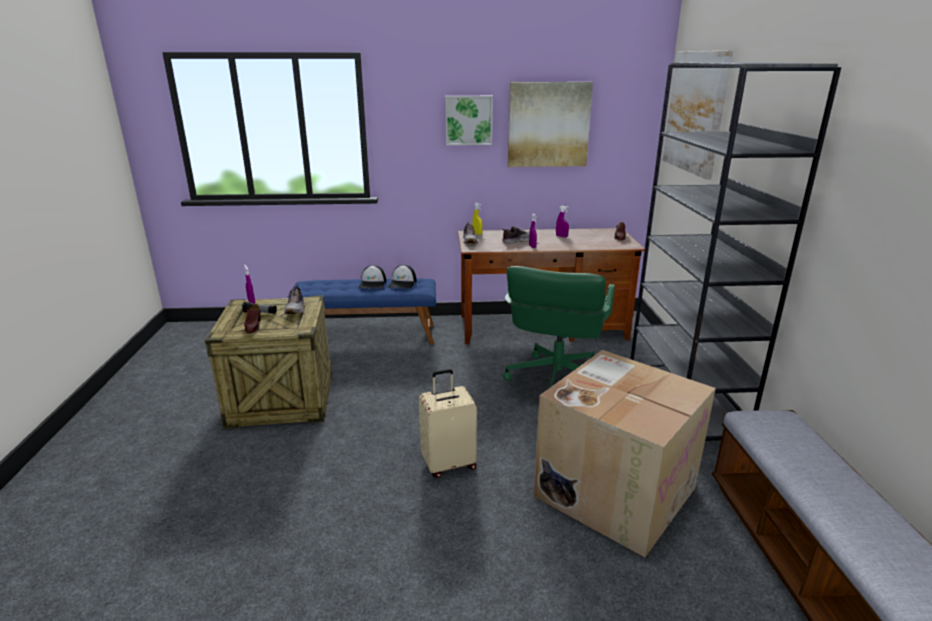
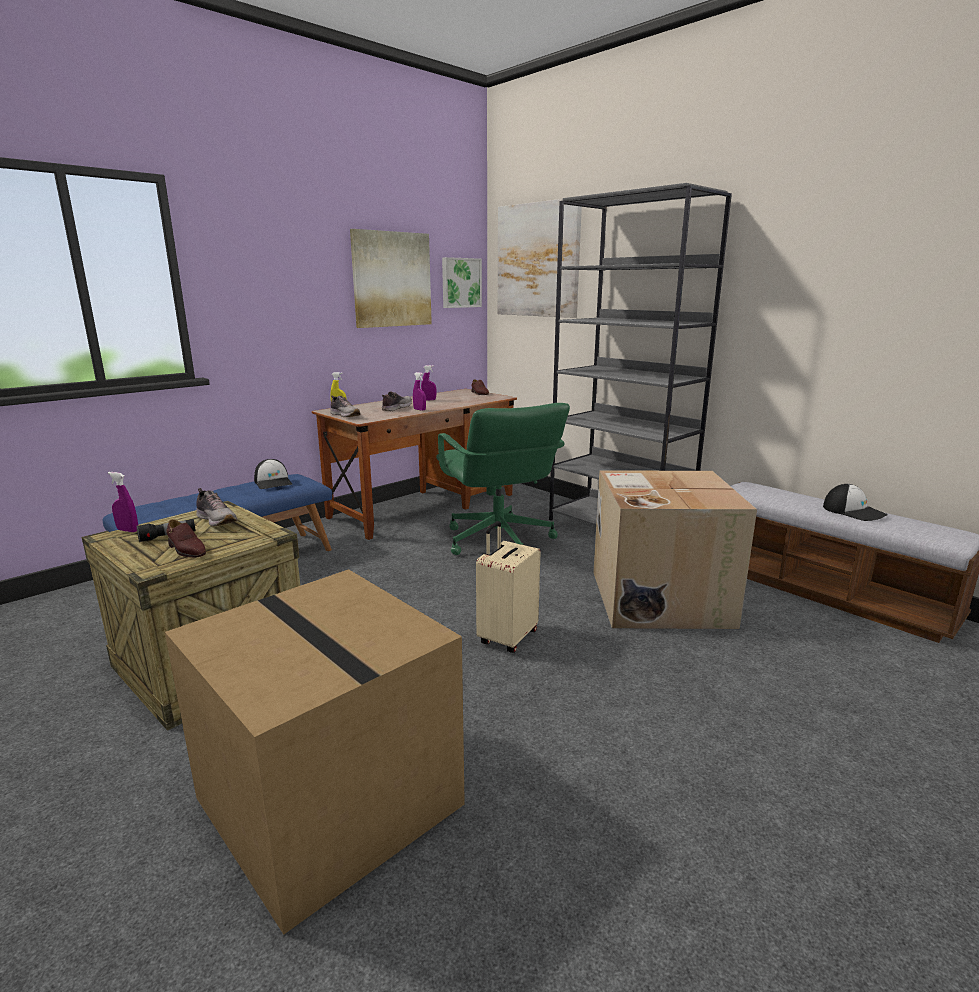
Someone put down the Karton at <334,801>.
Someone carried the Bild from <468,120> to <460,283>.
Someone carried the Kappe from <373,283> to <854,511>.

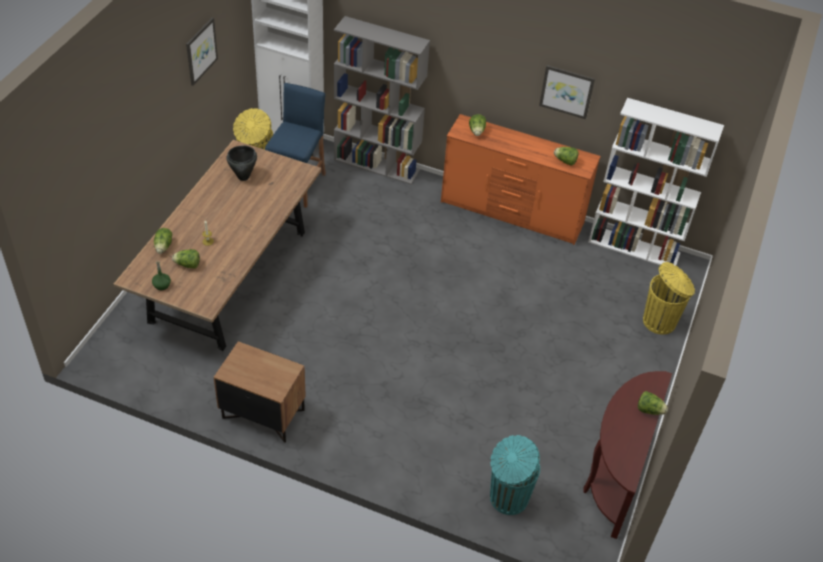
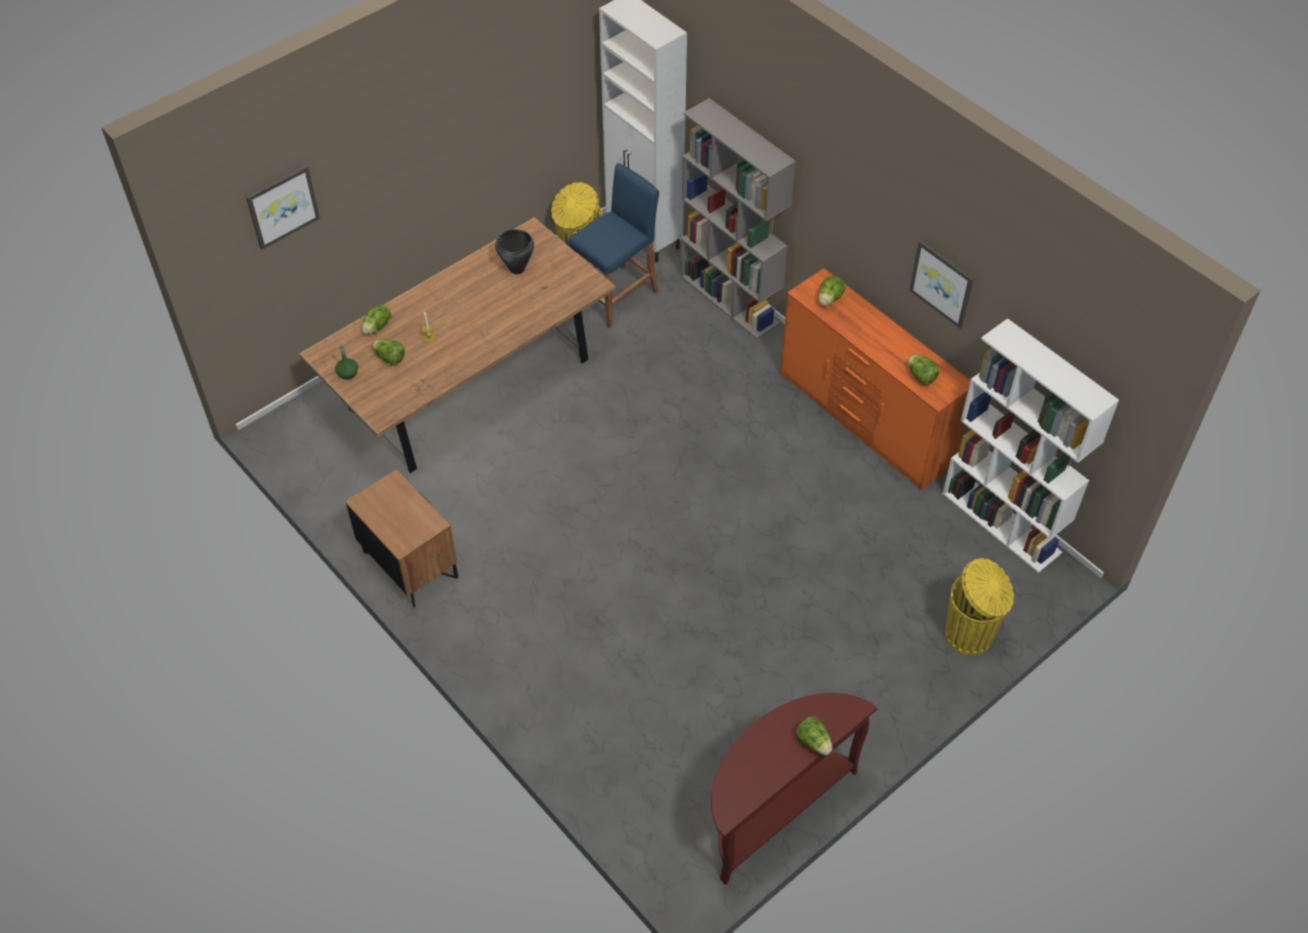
Someone carried the Bild from <201,51> to <282,206>.
Someone took away the Mülleimer/türkis at <507,498>.

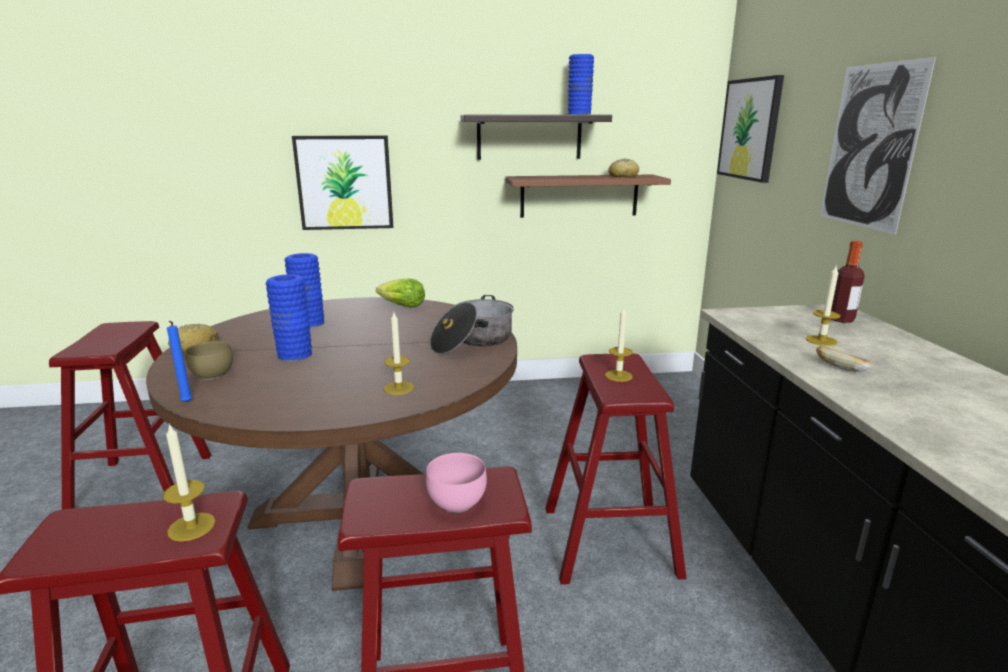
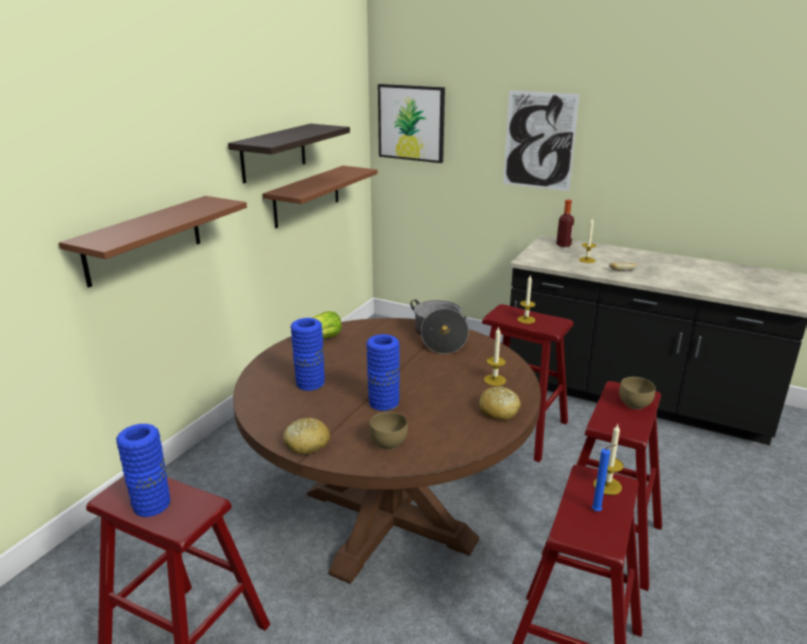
Someone swapped the Bild at <344,183> for the Wandregal/braun at <144,240>.
Someone carried the Vase/blau from <579,114> to <151,504>.
Someone carried the Brot from <623,176> to <499,411>.
Someone carried the Kerze/blau from <186,403> to <598,511>.
Someone repainted the Schüssel/rosa at <459,503>, which became the Schüssel/braun at <634,404>.

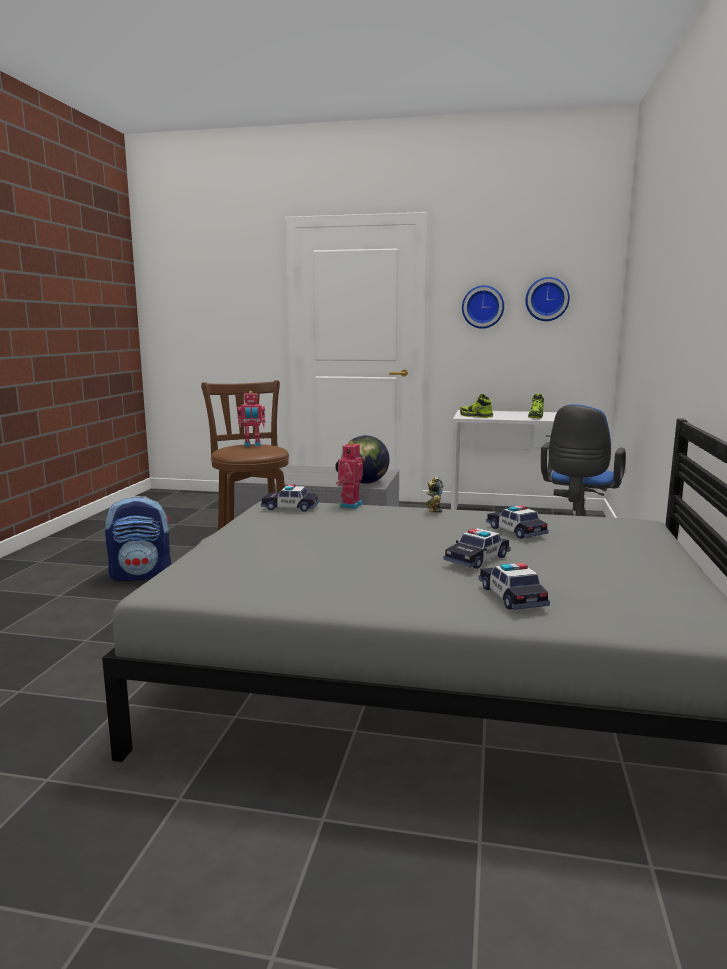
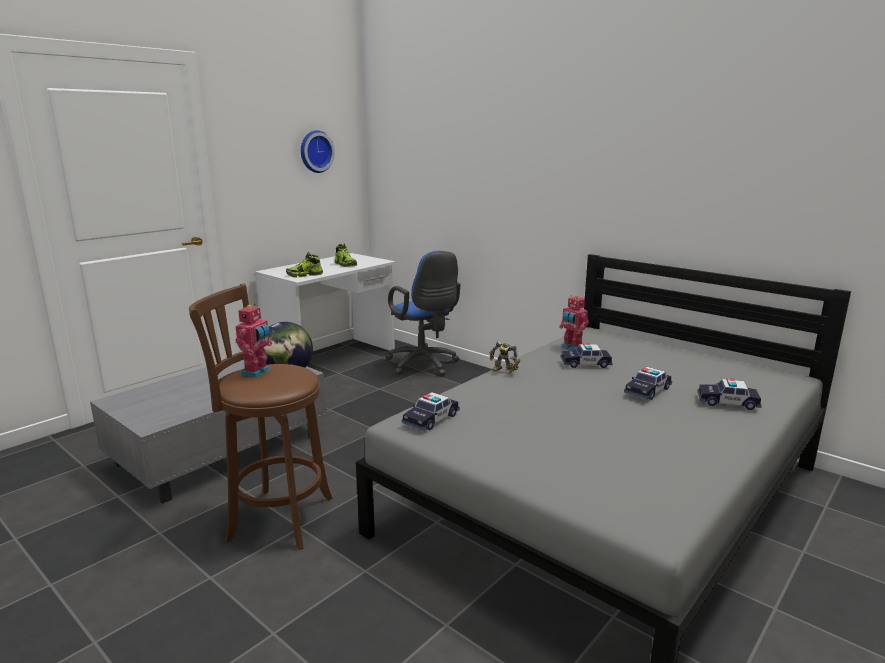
Someone carried the Spielzeugroboter from <349,505> to <572,348>.
Someone rotated the Spielzeugauto at <477,559> by 60 degrees clockwise.
Someone took away the Rucksack at <142,575>.
Someone took away the Wanduhr at <483,307>.

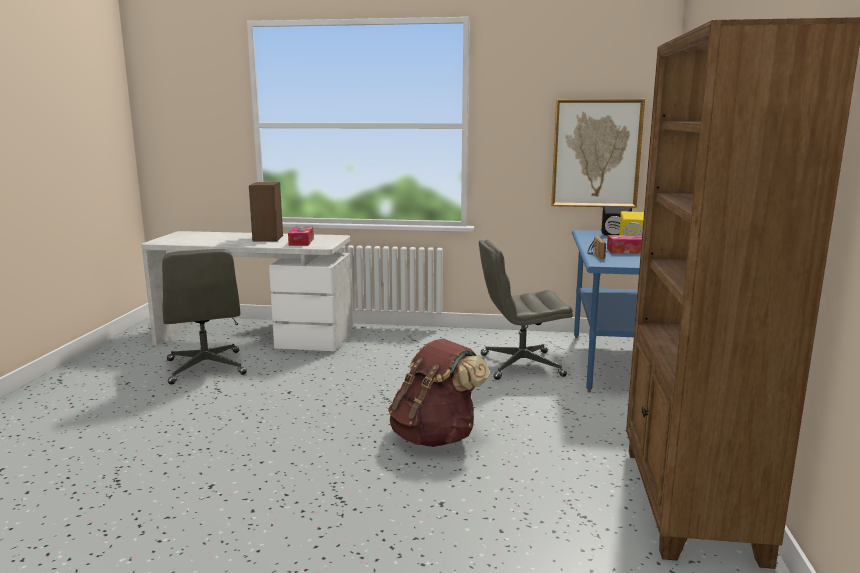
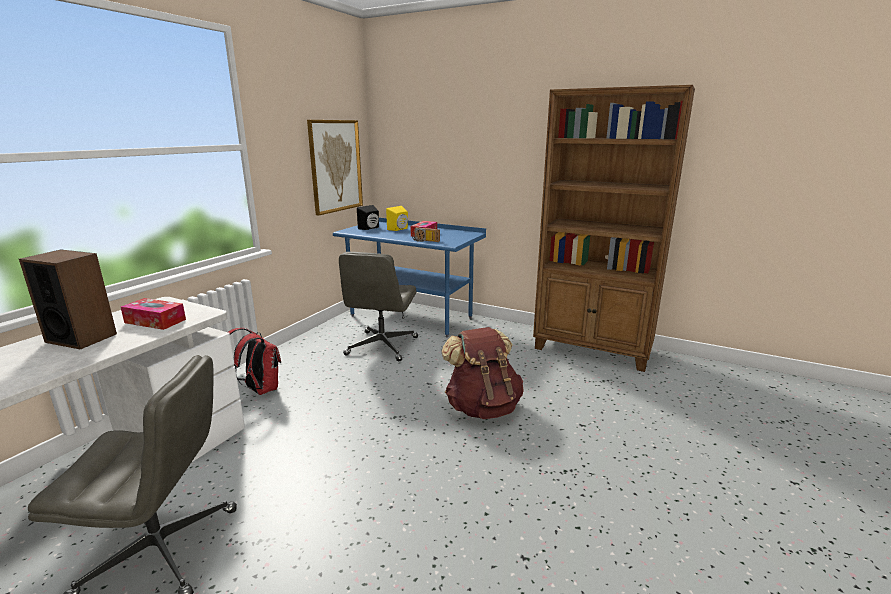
Someone put down the Rucksack/rot at <259,389>.

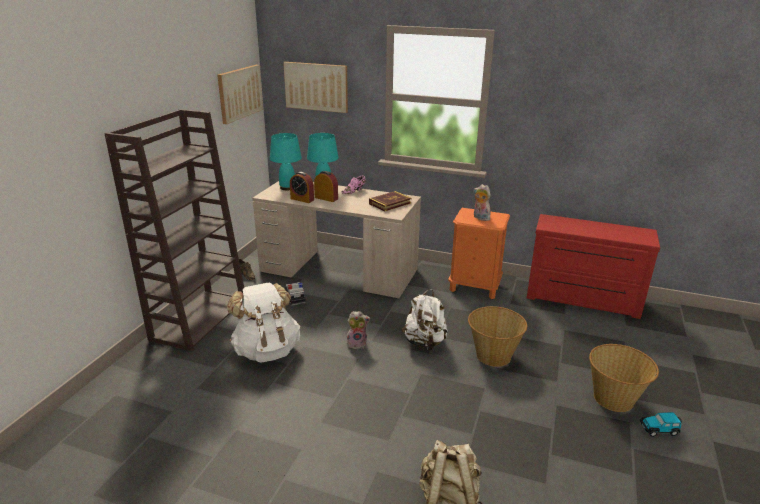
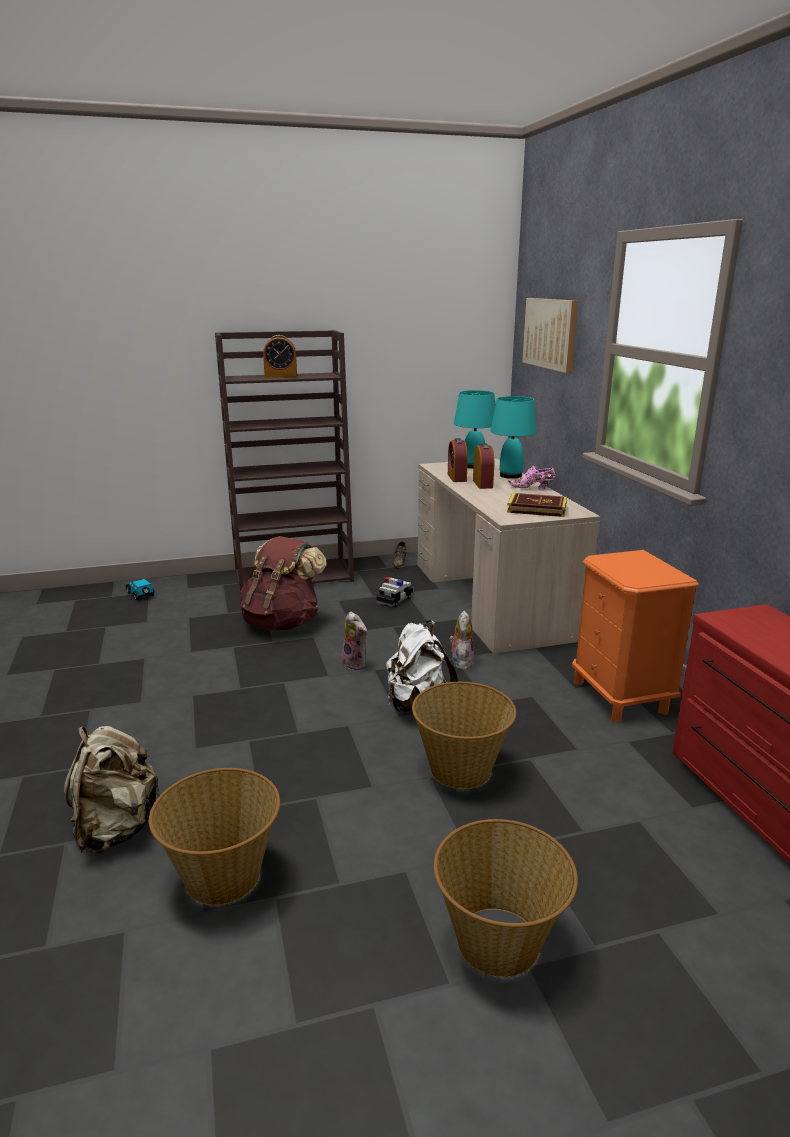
Someone carried the Spielzeugauto from <659,429> to <140,594>.
Someone put down the Korb at <223,877>.
Someone repainted the Rucksack/weiß at <267,350>, which became the Rucksack/braun at <282,623>.
Someone put down the Wecker at <281,376>.
Someone carried the Plüschtier from <480,218> to <461,662>.
Someone took away the Bild at <239,93>.

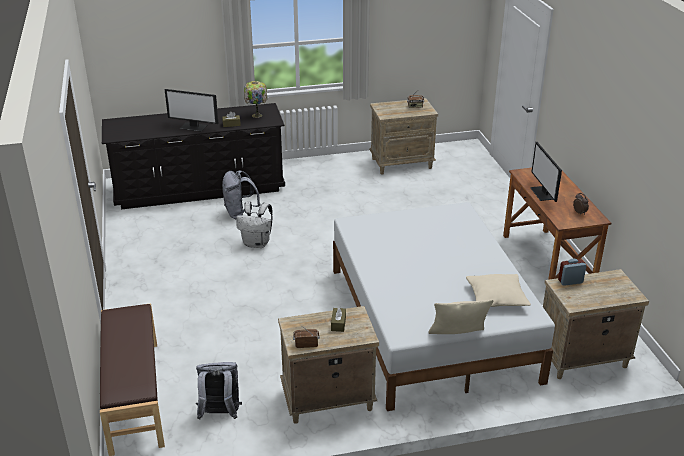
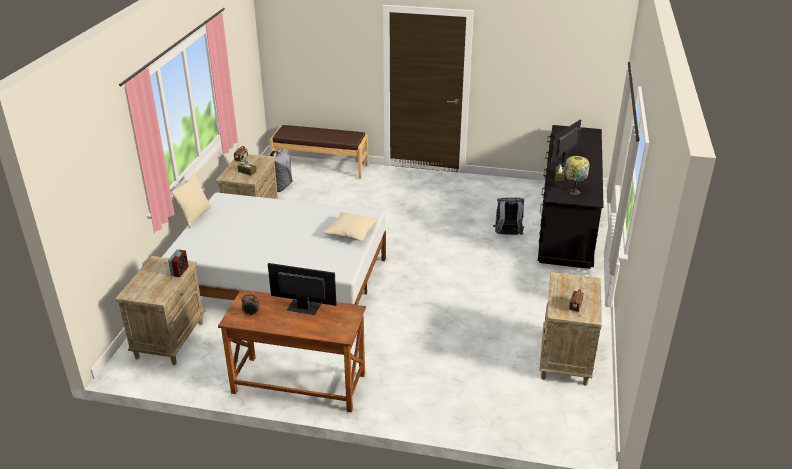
Someone carried the Kissen/beige from <496,298> to <351,232>.
Someone took away the Rucksack/weiß at <257,243>.

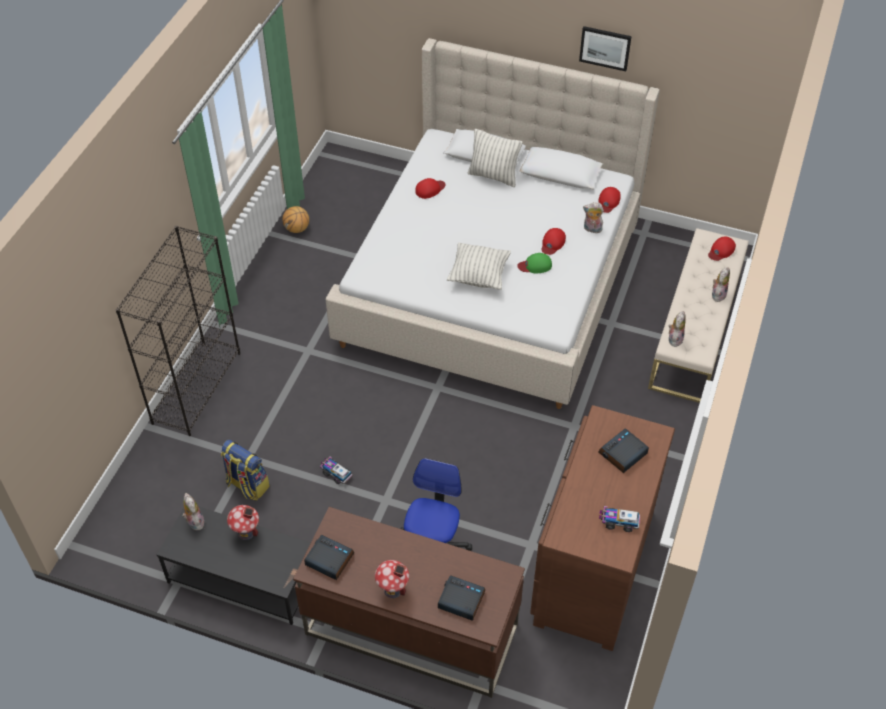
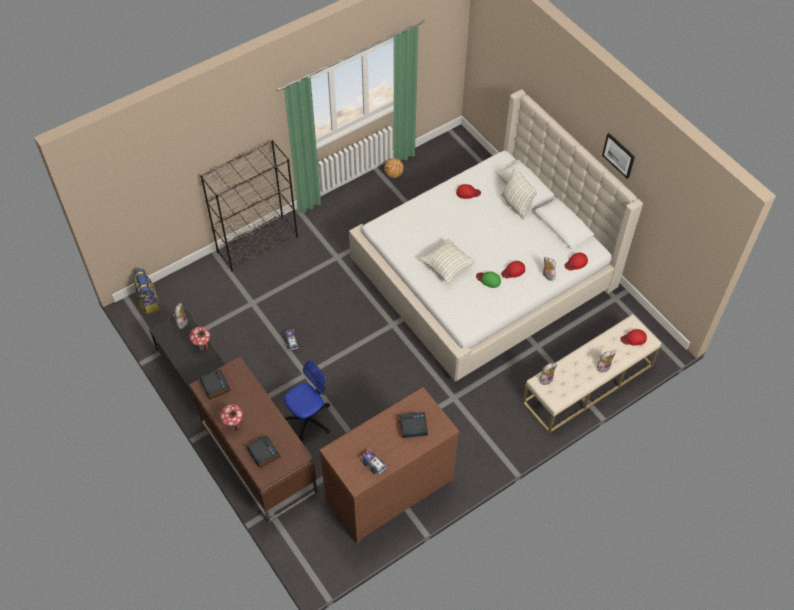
Someone carried the Rucksack from <247,485> to <148,302>.

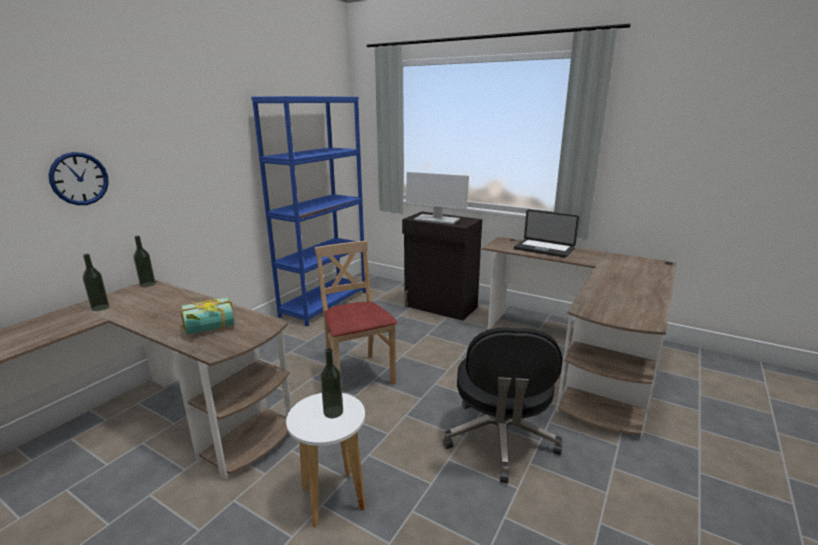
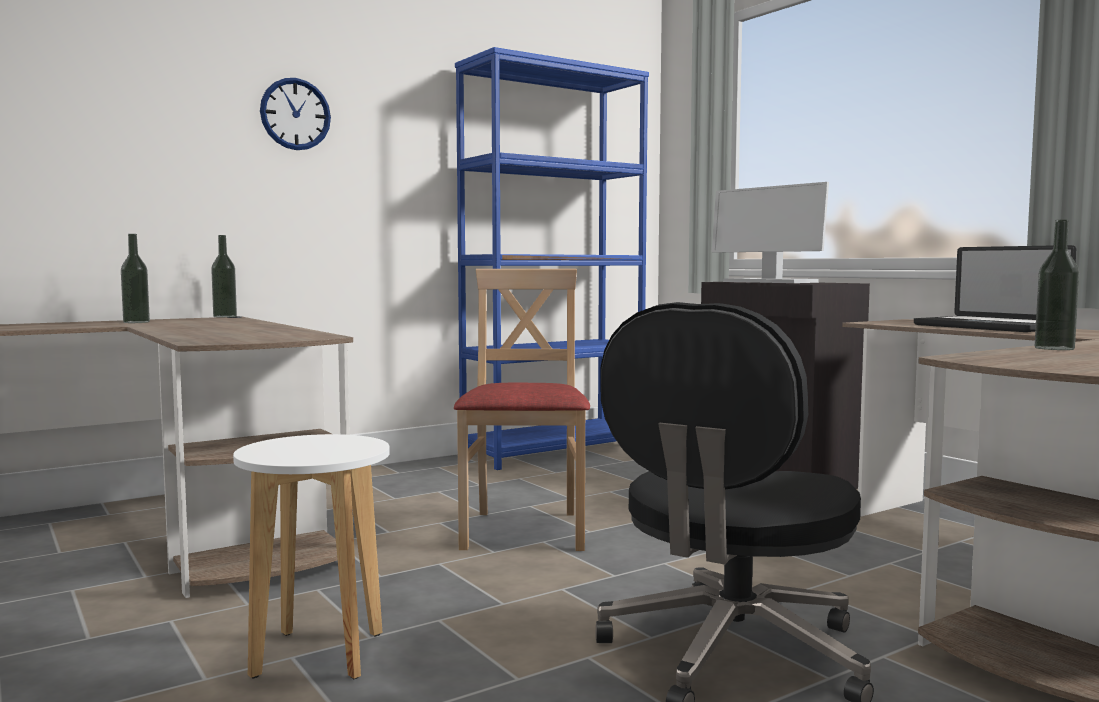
Someone carried the Wanduhr from <79,179> to <295,114>.
Someone carried the Flasche from <333,412> to <1054,348>.
Someone took away the Buch at <210,329>.

